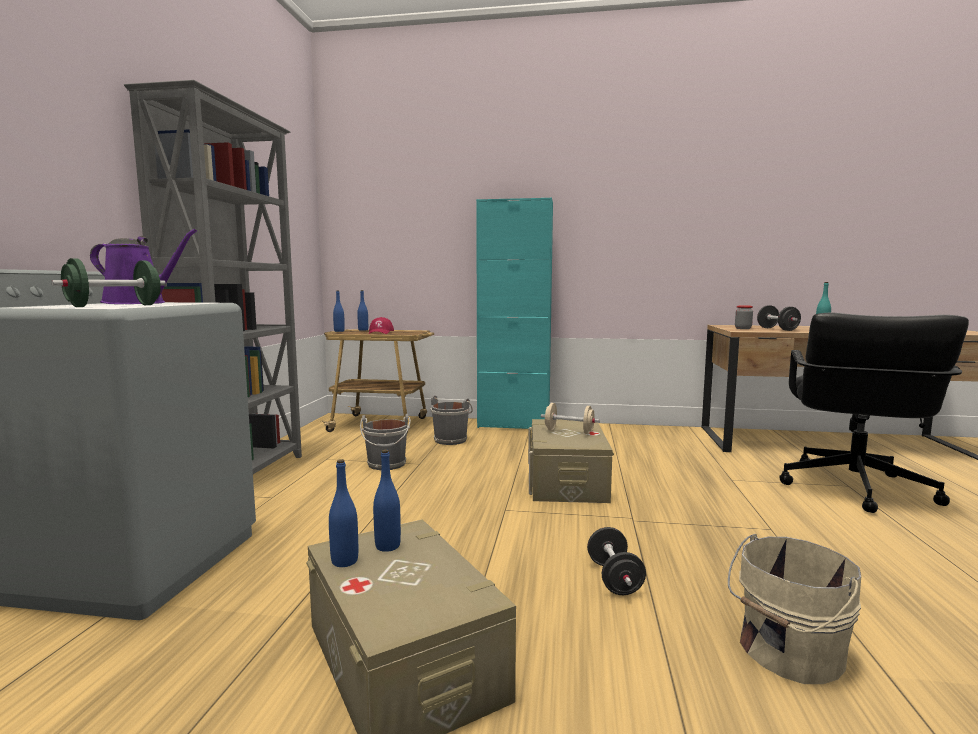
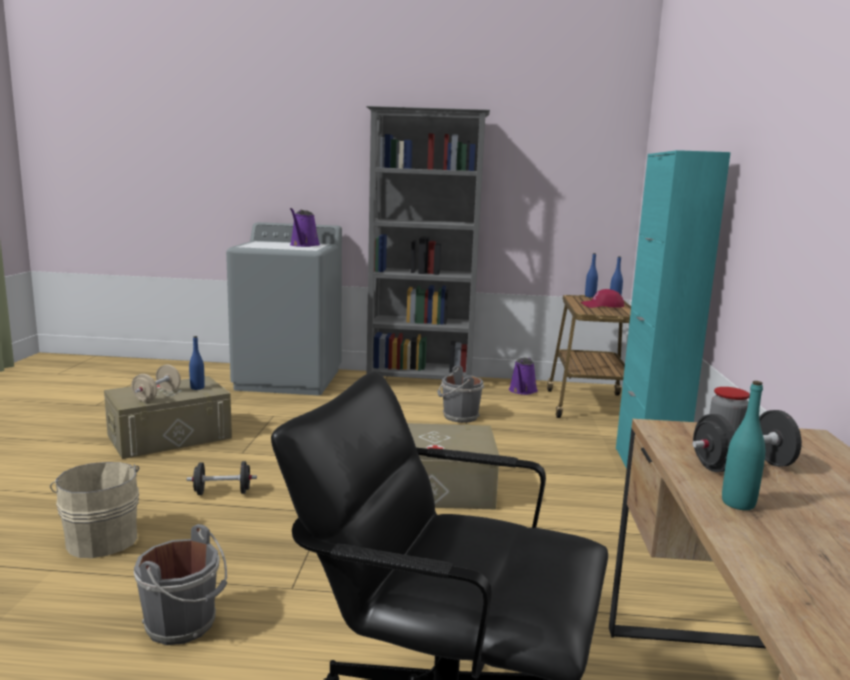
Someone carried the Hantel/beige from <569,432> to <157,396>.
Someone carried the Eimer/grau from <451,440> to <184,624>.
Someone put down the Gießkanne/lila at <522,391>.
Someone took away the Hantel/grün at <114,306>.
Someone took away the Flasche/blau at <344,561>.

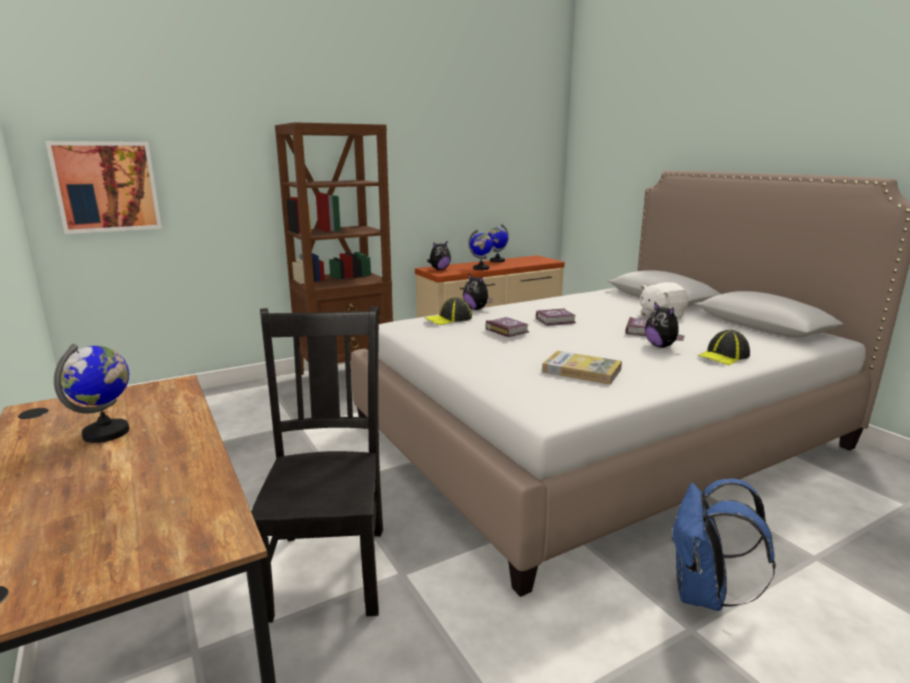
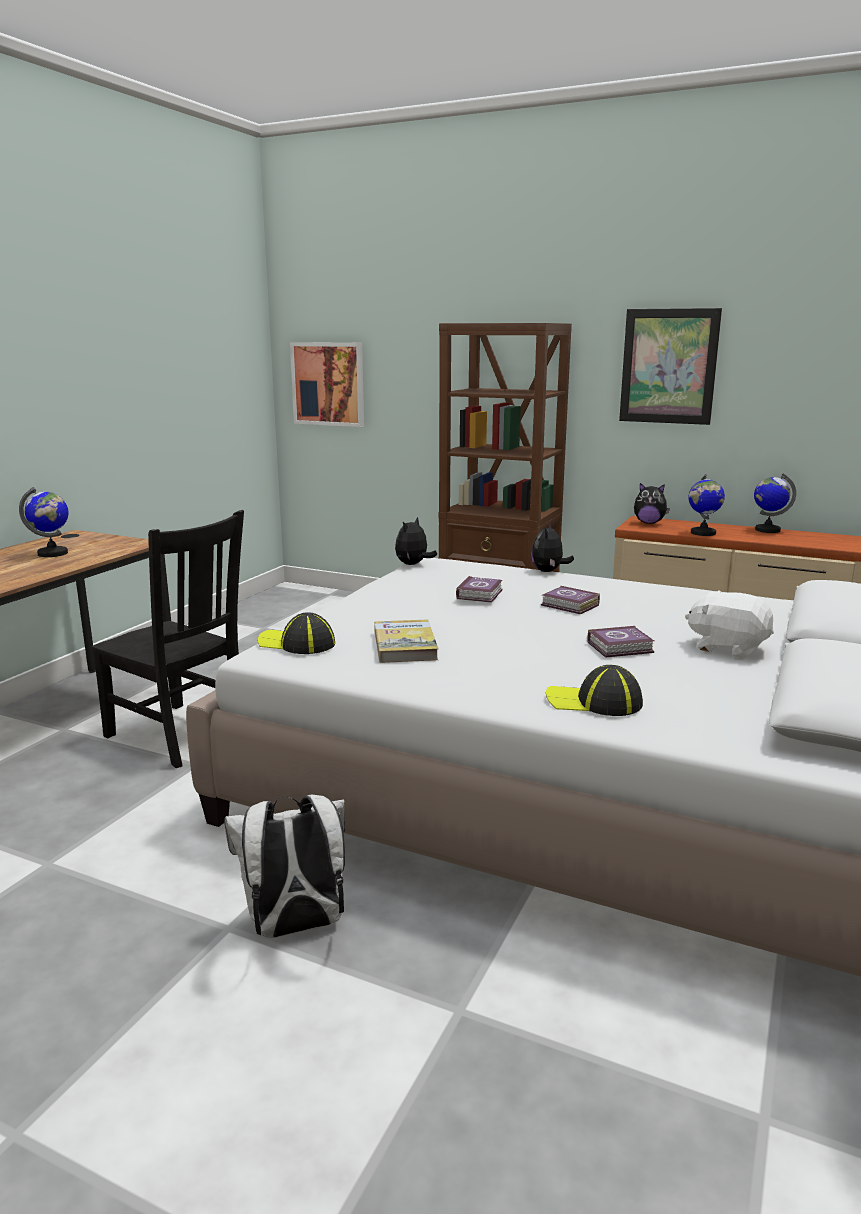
Someone rotated the Stuhl/schwarz at <329,567> by 75 degrees clockwise.
Someone repainted the Rucksack/blau at <703,594>, which became the Rucksack/weiß at <295,927>.
Someone carried the Kappe from <449,319> to <297,644>.
Someone carried the Plüschtier from <661,346> to <413,564>.
Someone put up the Bild at <668,366>.

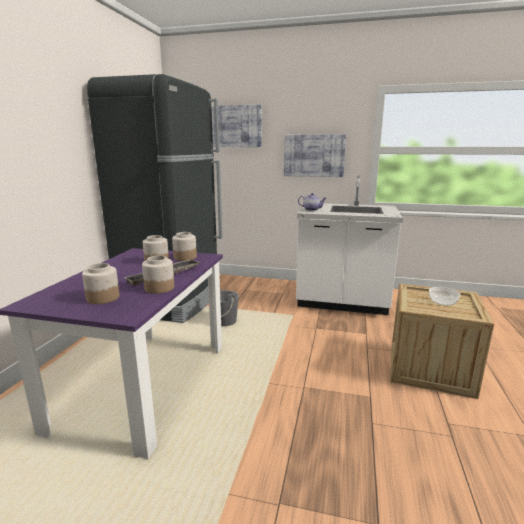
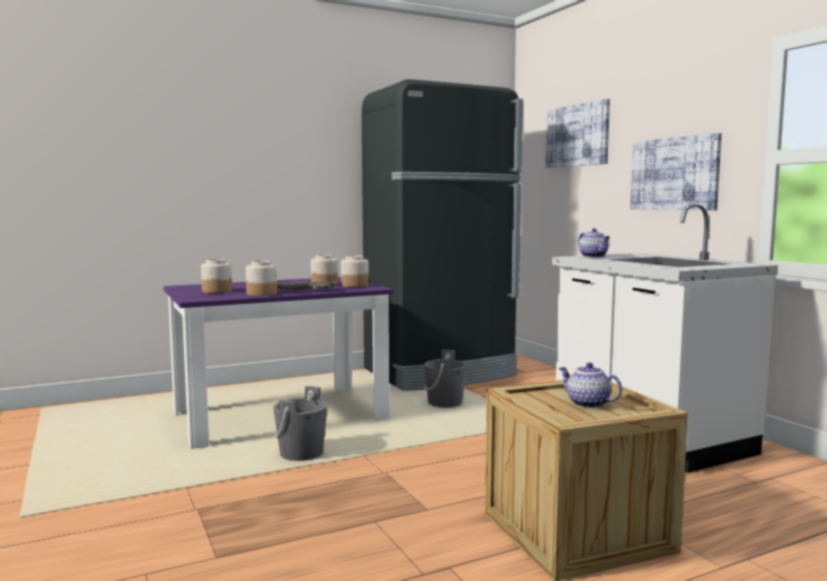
Someone put down the Eimer/grau at <301,454>.
Someone swapped the Schüssel at <442,302> for the Teekanne at <587,403>.

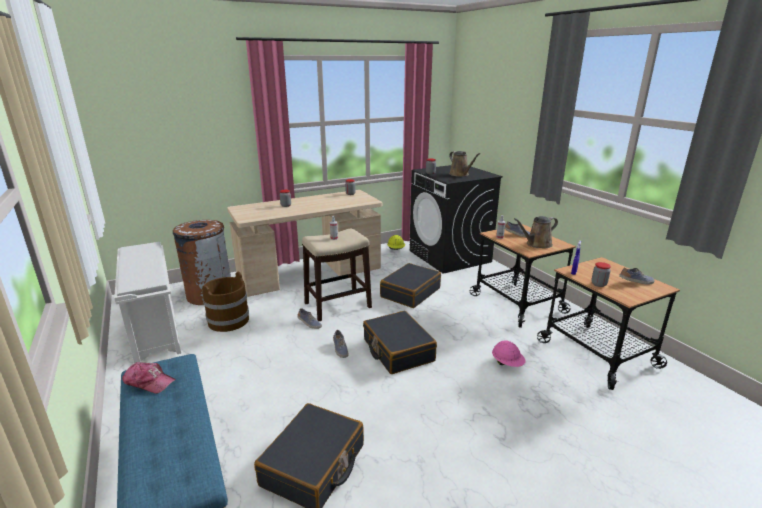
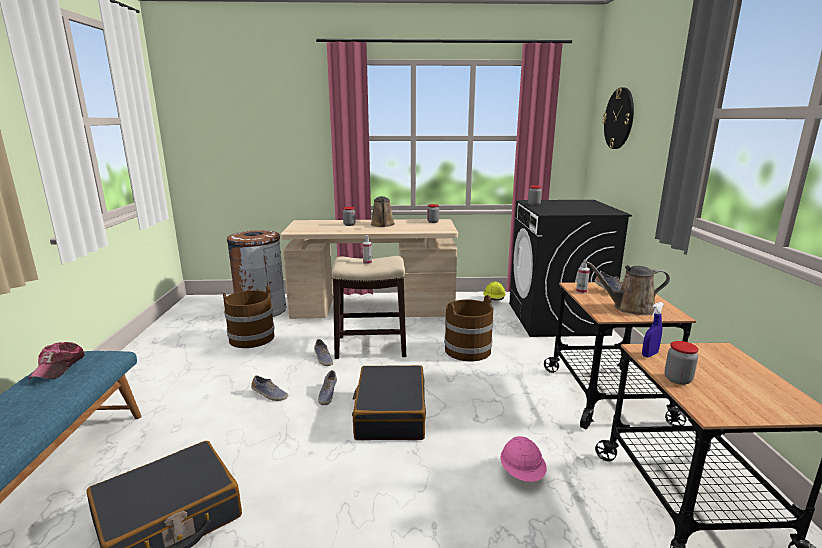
Someone rotated the Kappe at <149,382> by 45 degrees clockwise.
Someone carried the Schuh from <636,282> to <269,395>.
Someone carried the Gießkanne/braun from <460,174> to <382,225>.
Someone swapped the Koffer/schwarz at <410,292> for the Eimer/braun at <467,350>.
Someone put up the Wanduhr at <619,118>.
Someone took away the Schuhregal/weiß at <154,328>.

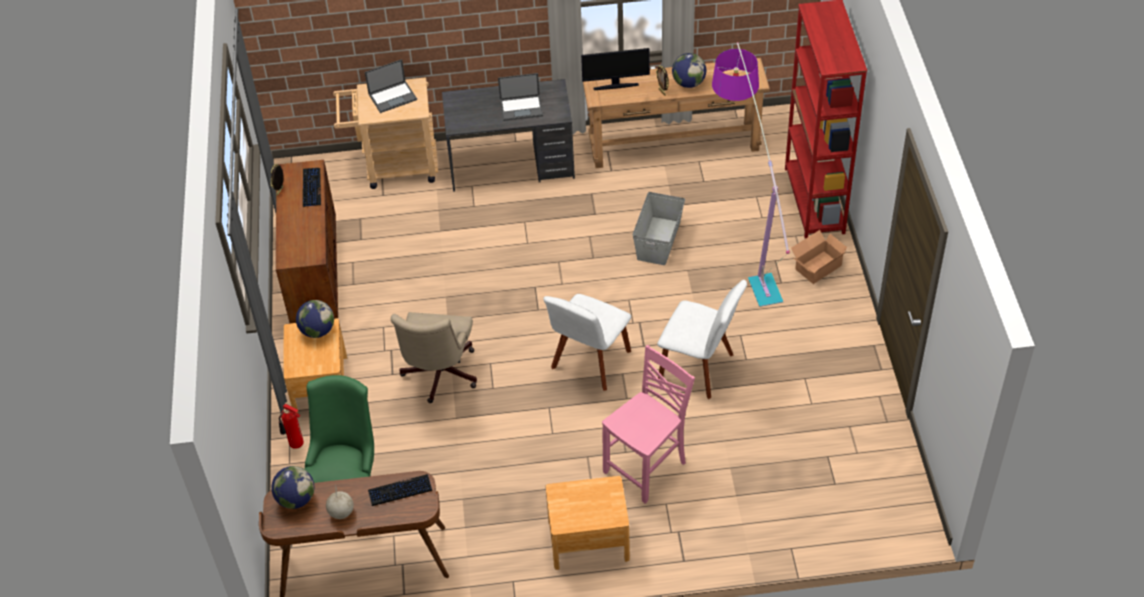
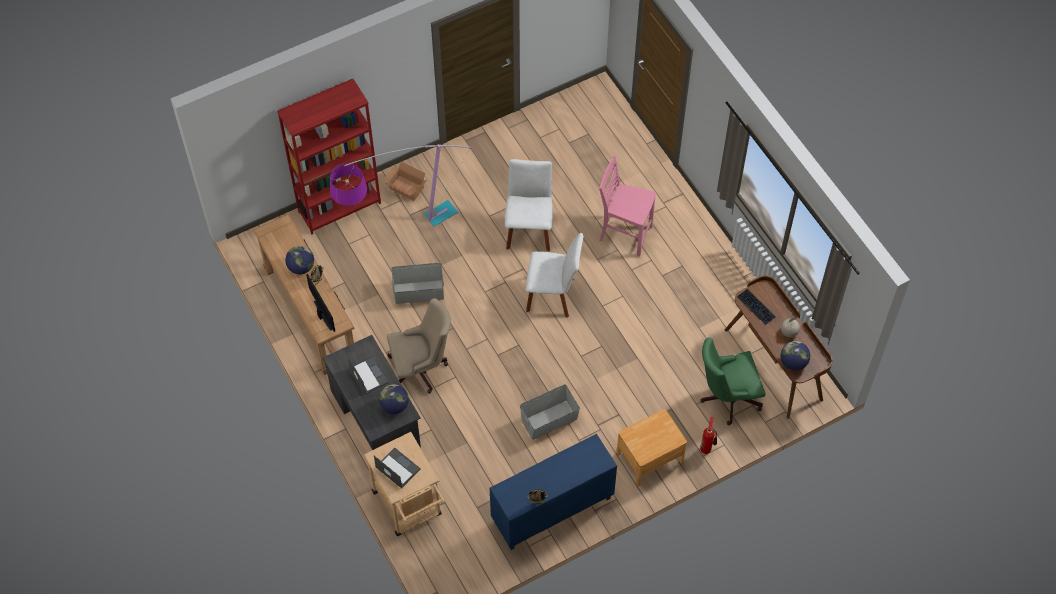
Someone carried the Globus from <317,331> to <394,406>.
Someone carried the Bürostuhl/beige from <439,376> to <421,369>.
Someone repainted the Schrank/braun at <315,277>, which became the Schrank/blau at <552,511>.
Someone put down the Aufbewahrungsbox/grau at <550,420>.
Someone took away the Tastatur at <311,187>.
Someone took away the Nachttisch/braun at <588,540>.

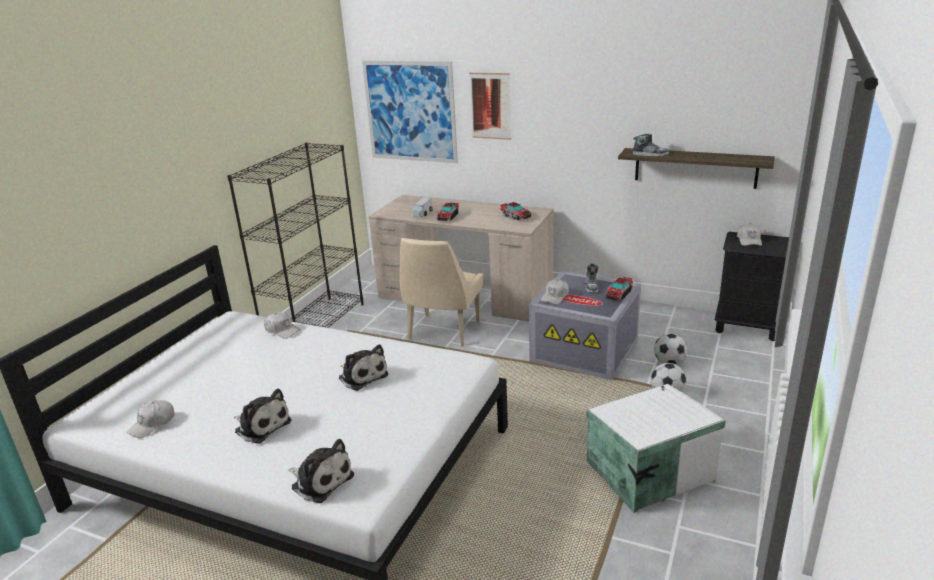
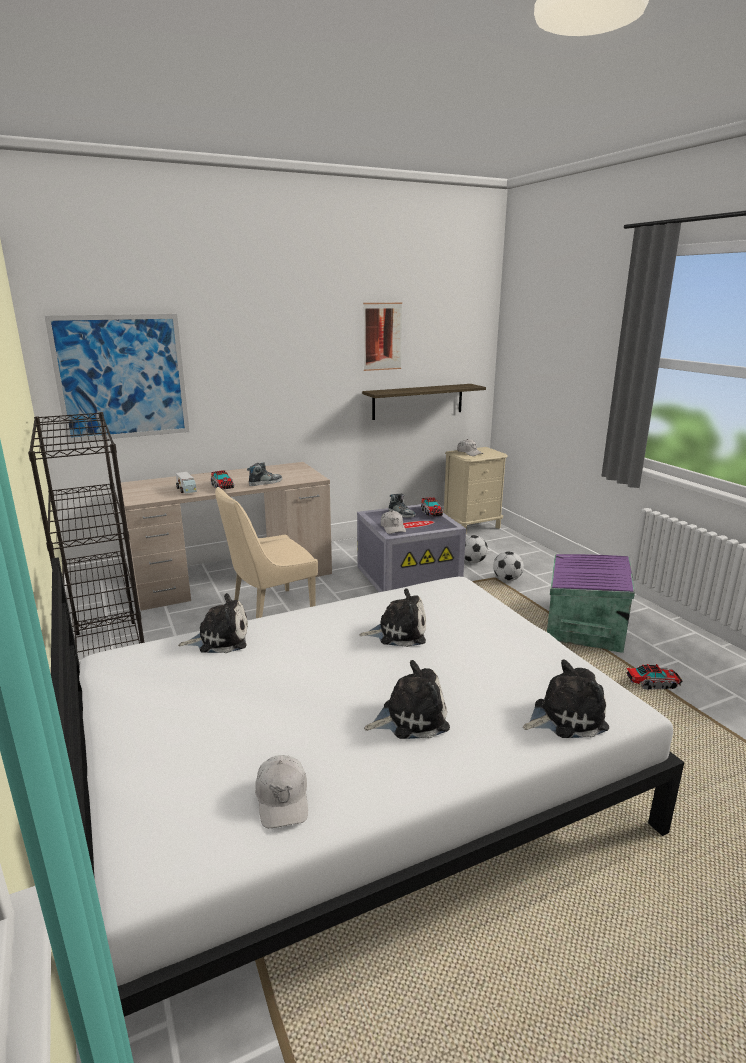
Someone swapped the Kappe/weiß at <282,330> for the Plüschtier at <220,639>.
Someone rotated the Stuhl/beige at <443,332> by 90 degrees clockwise.
Someone carried the Schuh from <650,154> to <265,482>.
Someone carried the Bild from <490,106> to <382,336>.
Someone repainted the Nachttisch/schwarz at <747,327>, which became the Nachttisch/beige at <473,526>.
Someone repainted the Aufbewahrungsbox/weiß at <647,470>, which became the Aufbewahrungsbox/lila at <582,626>.
Someone carried the Spielzeuglaster from <515,217> to <653,684>.

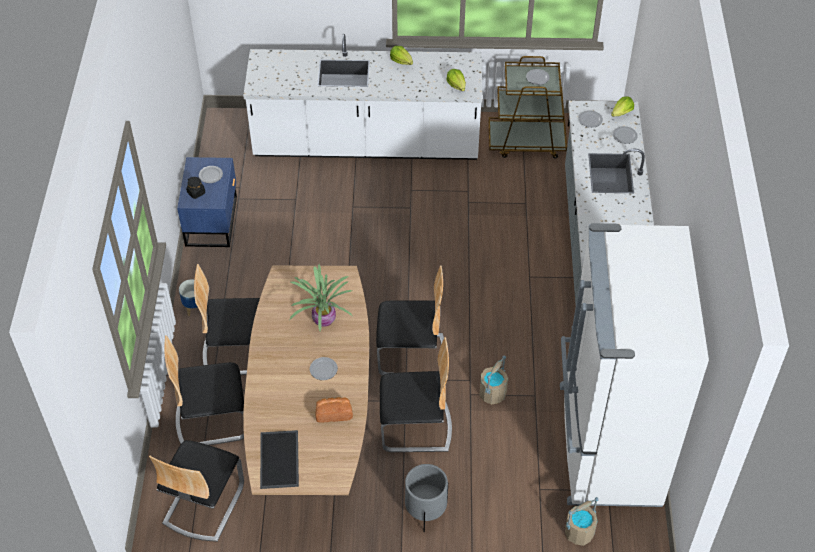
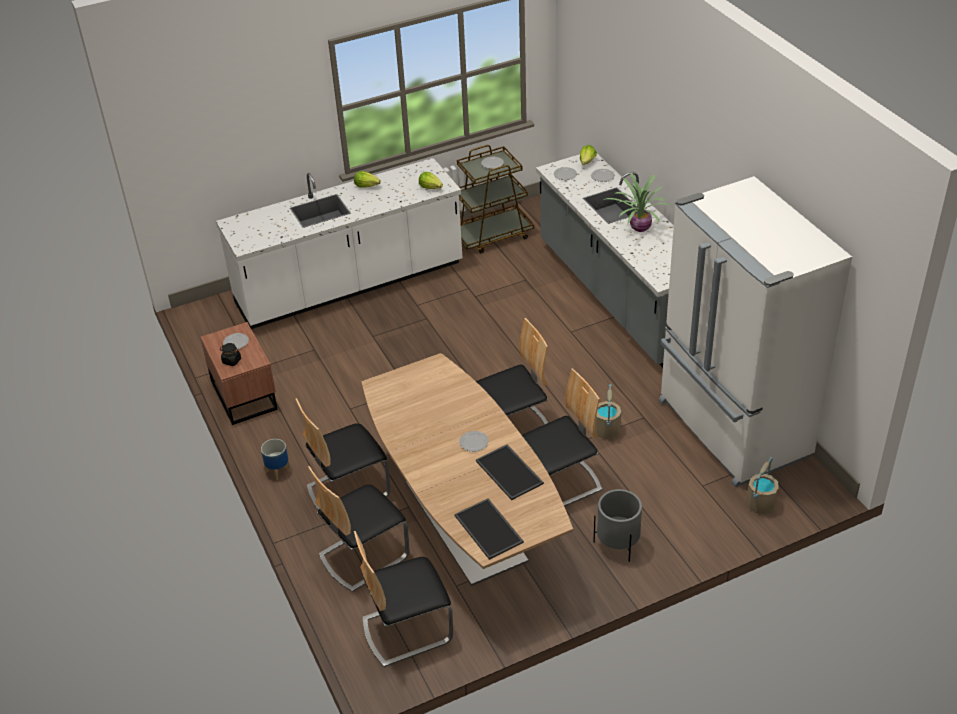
Someone repainted the Nachttisch/blau at <213,220>, which became the Nachttisch/braun at <245,394>.
Someone rotated the Stuhl at <203,504> by 75 degrees clockwise.
Someone swapped the Brot at <334,413> for the Tablett at <510,472>.
Someone carried the Topfpflanze from <323,319> to <639,227>.

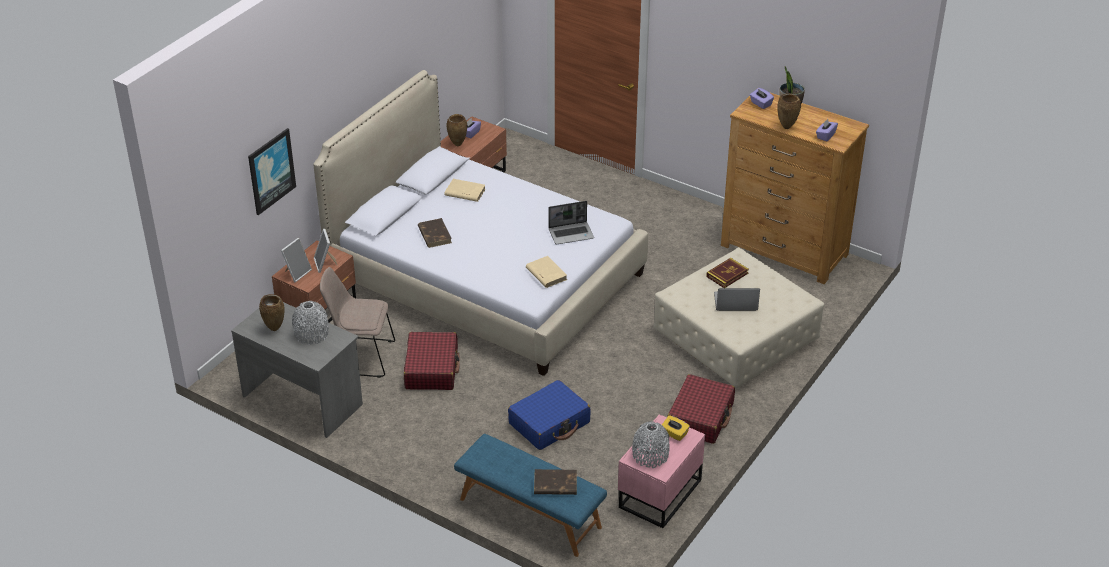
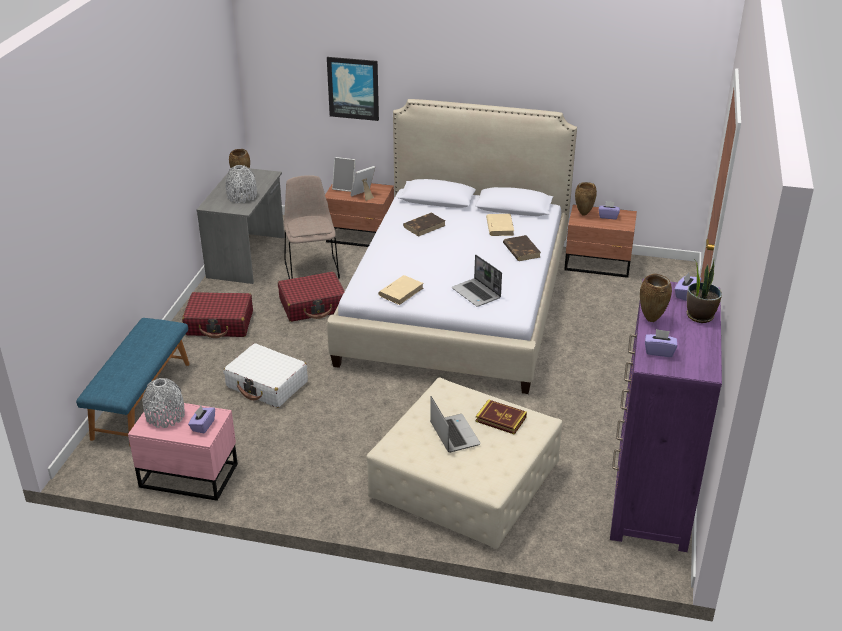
Someone carried the Koffer/rot from <700,417> to <219,323>.
Someone repainted the Taschentuchbox/gelb at <674,434>, which became the Taschentuchbox/lila at <203,426>.
Someone repainted the Koffer/blau at <549,423>, which became the Koffer/weiß at <267,384>.
Someone carried the Buch/braun from <555,484> to <521,250>.
Someone repainted the Kommode/braun at <784,250>, which became the Kommode/lila at <651,492>.

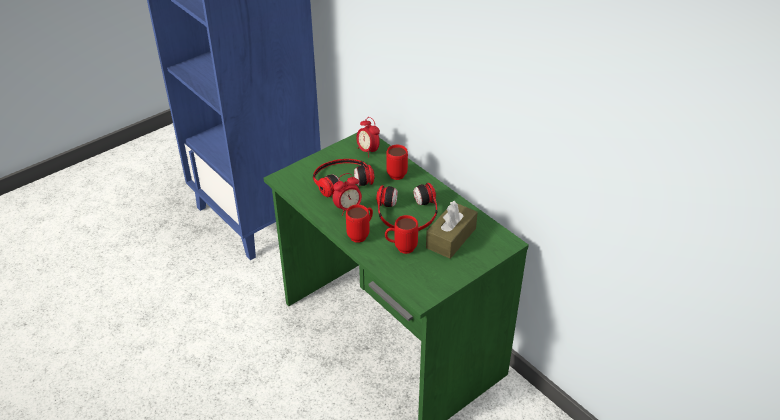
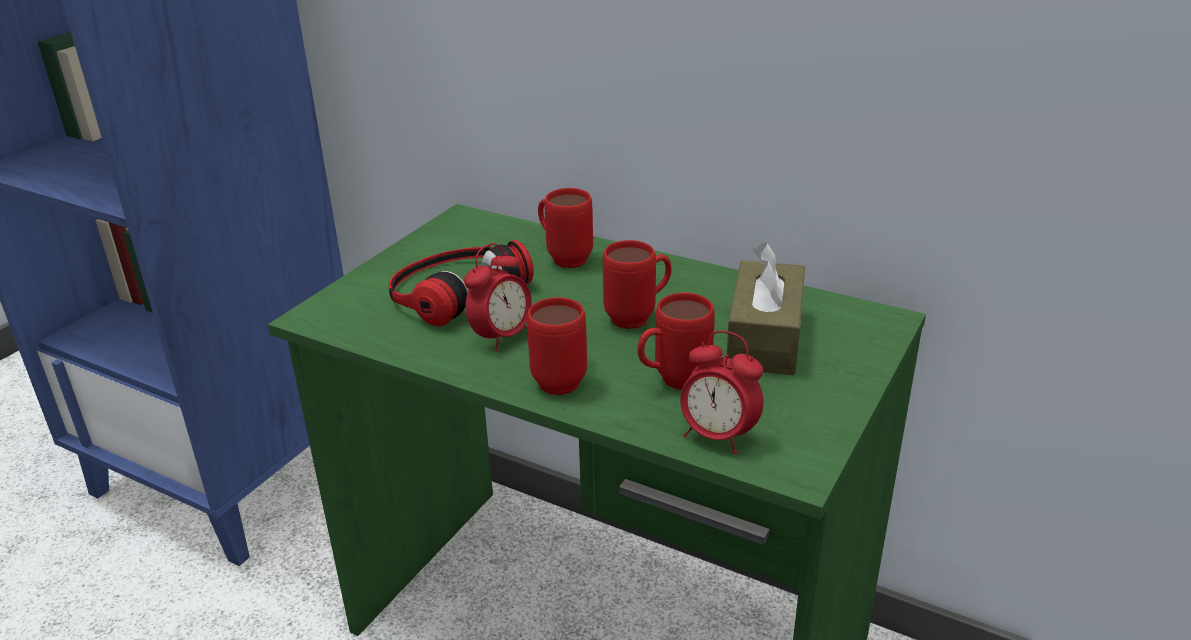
Someone swapped the Kopfhörer at <407,213> for the Henkelbecher/rot at <639,317>.
Someone carried the Wecker from <368,151> to <717,436>.

